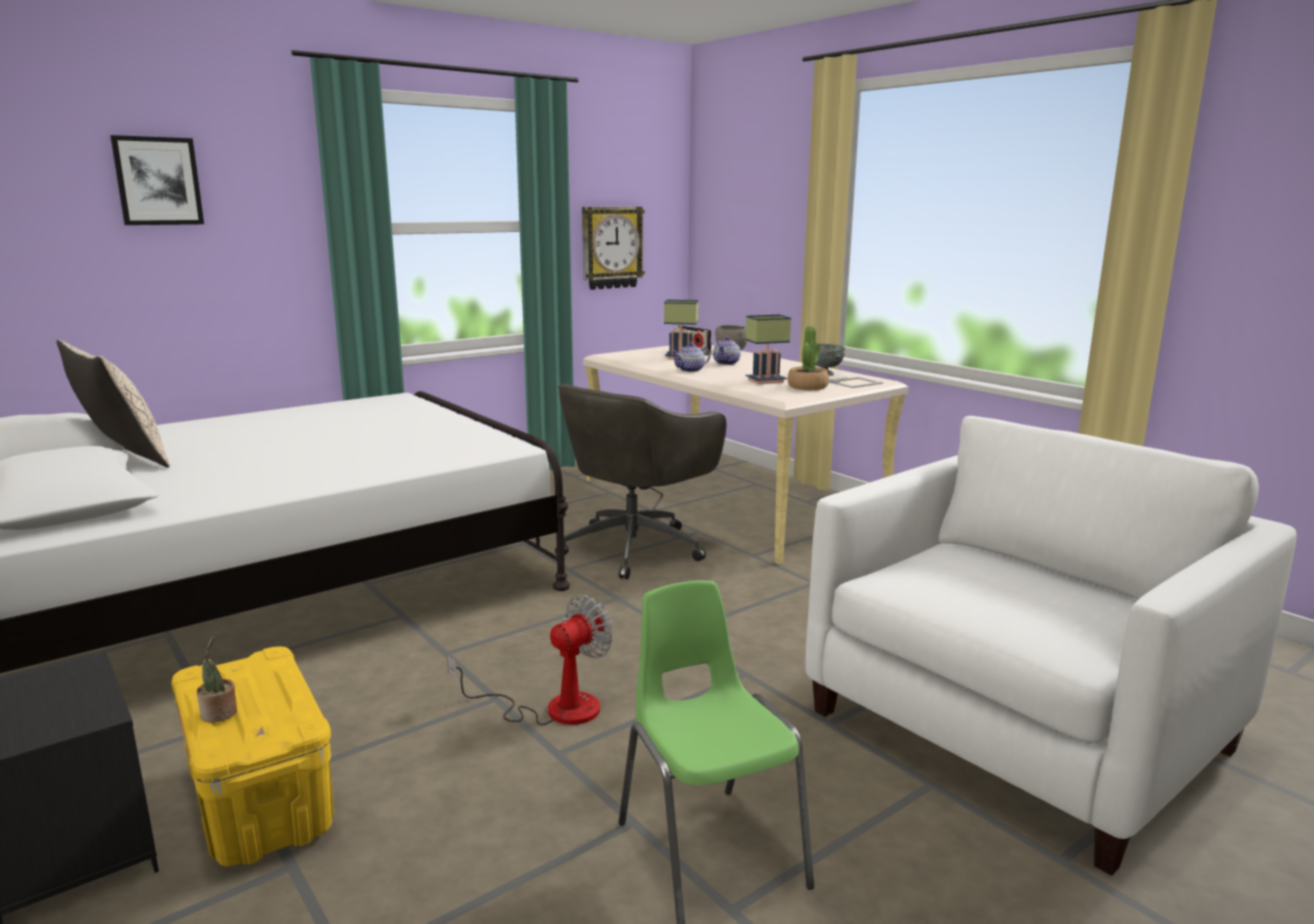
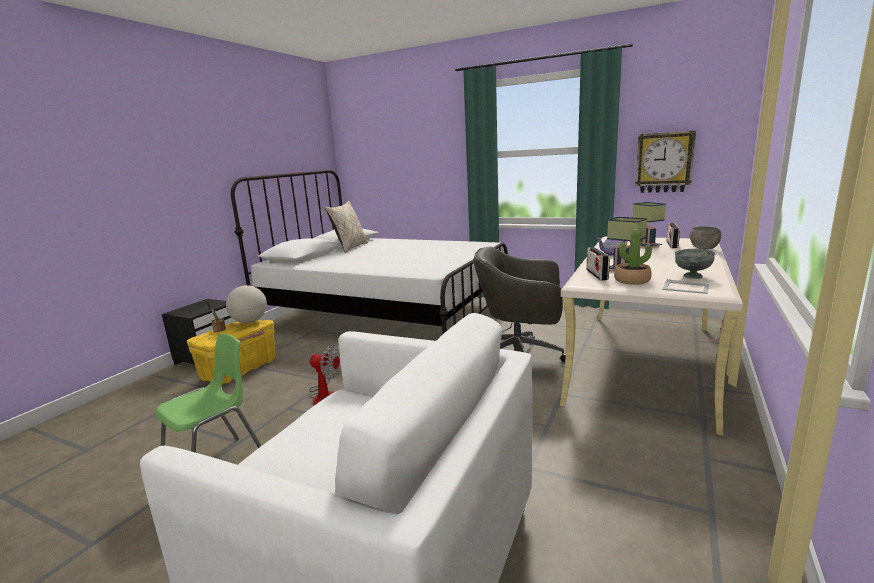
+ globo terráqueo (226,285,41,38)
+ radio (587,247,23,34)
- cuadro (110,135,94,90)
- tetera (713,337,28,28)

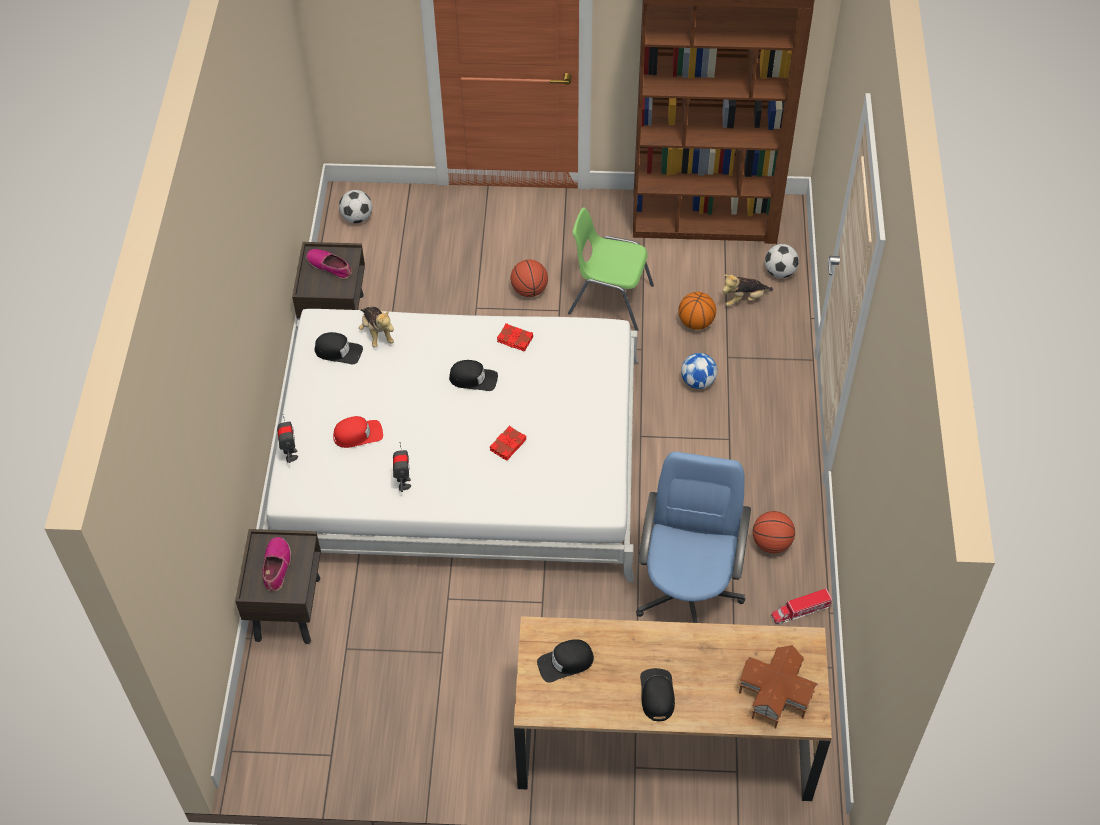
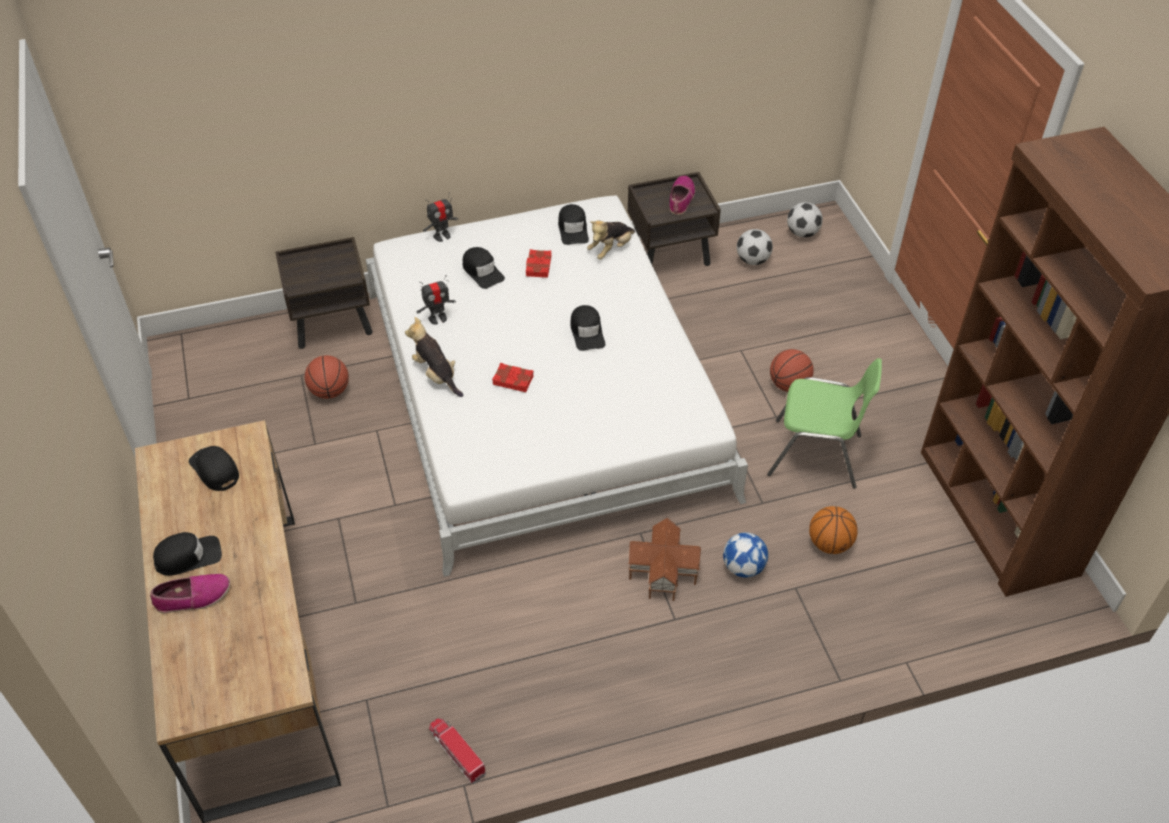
~ zapato (262,537,29,55) to (150,574,80,40)
~ balón de baloncesto (753,511,42,42) to (305,355,44,44)
~ peluche (722,274,51,32) to (405,317,58,80)
~ gorra (rojo) (333,416,50,32) to gorra (negro) (463,247,42,42)
~ libro (rojo) (497,323,36,29) to (526,249,26,29)
~ casita (739,645,79,84) to (628,518,73,83)
~ balón de fútbol (765,244,34,34) to (737,229,36,36)
~ silla (verde) (568,208,86,123) = (767,358,115,131) 105 degrees clockwise
- silla de oficina (azul) (636,451,115,172)

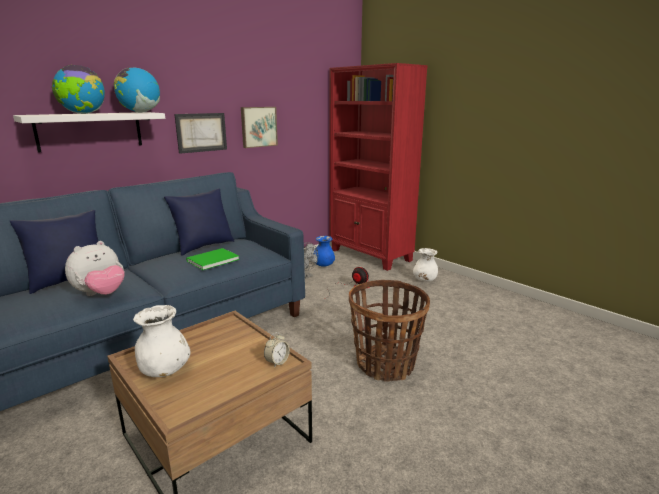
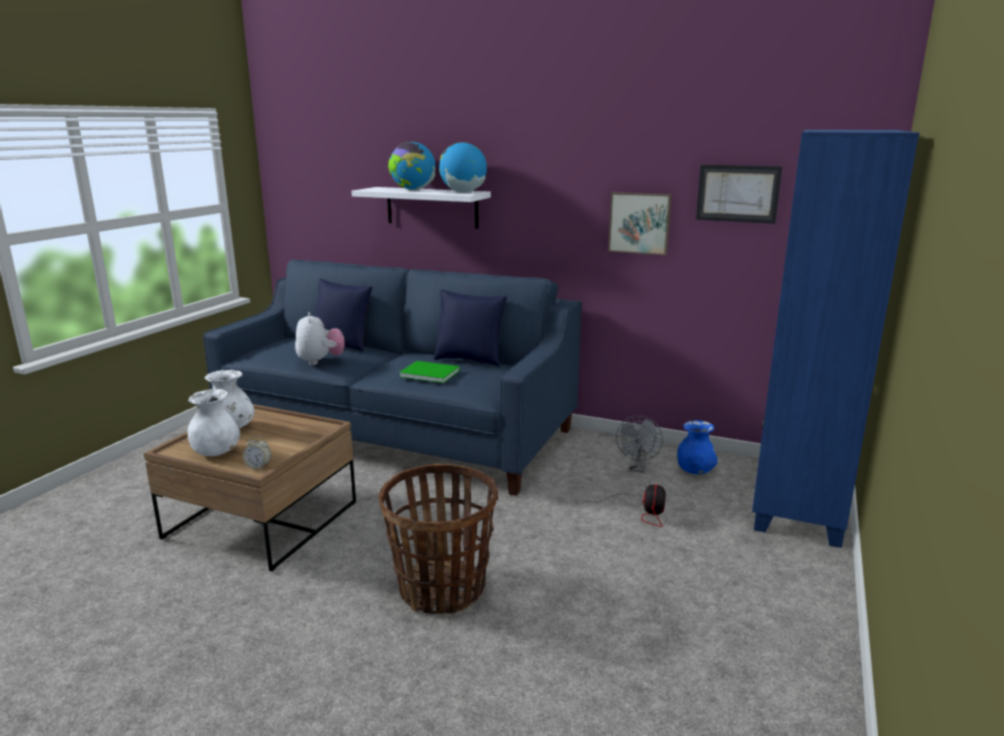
~ florero (blanco) (413,248,25,34) to (188,389,52,67)
~ peluche (65,241,60,55) = (295,312,50,53) 120 degrees counterclockwise
~ cuadro (174,113,53,41) to (696,165,86,59)
~ estantería (rojo) (330,63,98,208) to estantería (azul) (752,130,168,418)

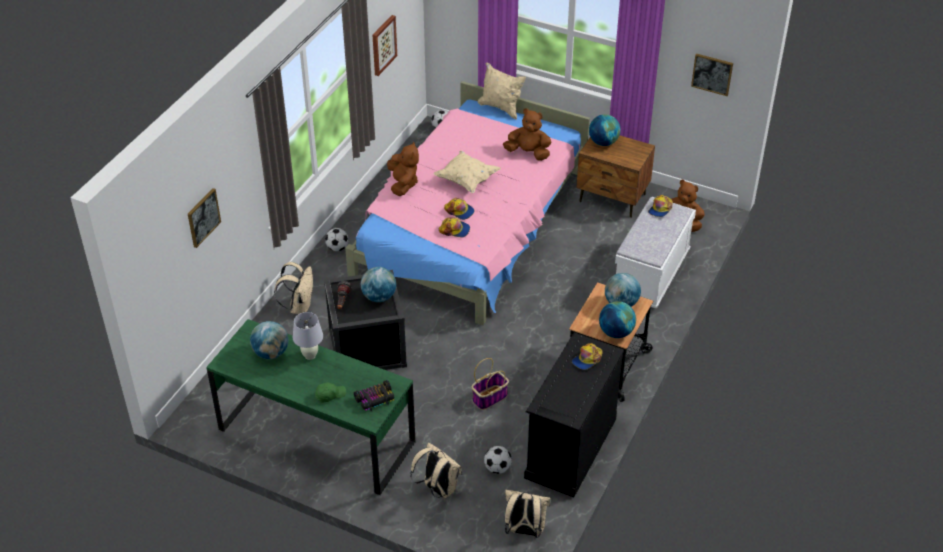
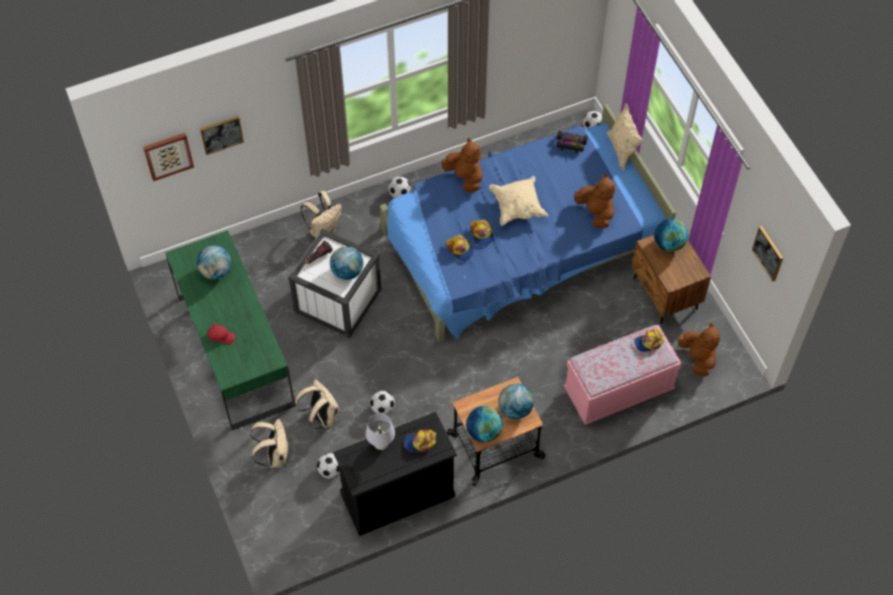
~ cuadro (373,15,24,61) to (143,133,51,48)
~ gorra (verde) (315,383,31,20) to gorra (rojo) (208,324,28,21)
~ caja de almacenaje (negro) (324,270,83,100) to caja de almacenaje (blanco) (288,229,94,109)
~ mochila (beis) (504,490,47,48) to (295,379,45,50)
~ lámpara de mesa (blanco) (293,312,30,48) to (365,413,30,37)
~ cesta (472,358,37,52) to balón de fútbol (370,391,25,24)
~ cama (rosa) (345,81,245,245) to cama (azul) (380,104,296,238)
~ peluche (marrón) (387,142,32,54) = (442,138,41,54) 75 degrees counterclockwise
~ coche de juguete (354,380,40,31) to (556,130,32,24)
~ banco (blanco) (615,197,81,111) to banco (rosa) (564,325,118,100)

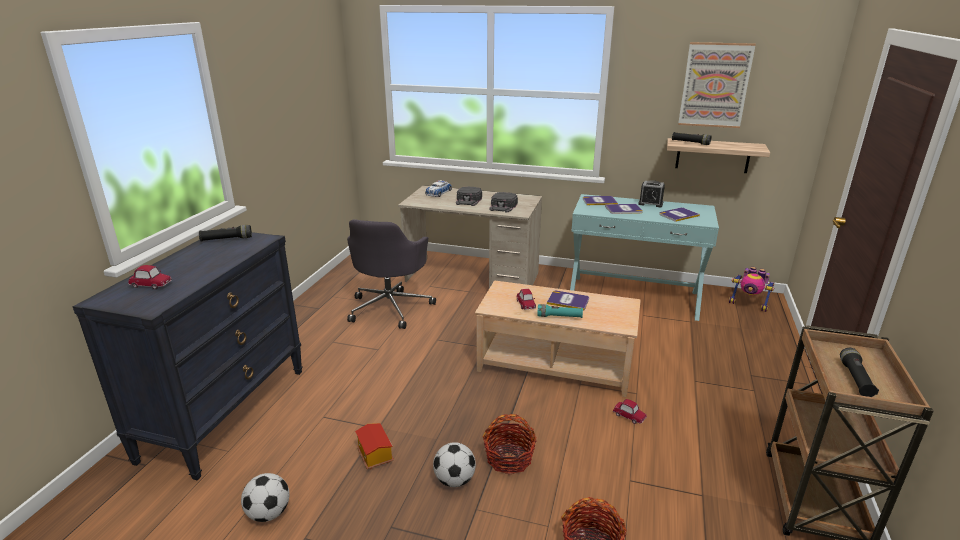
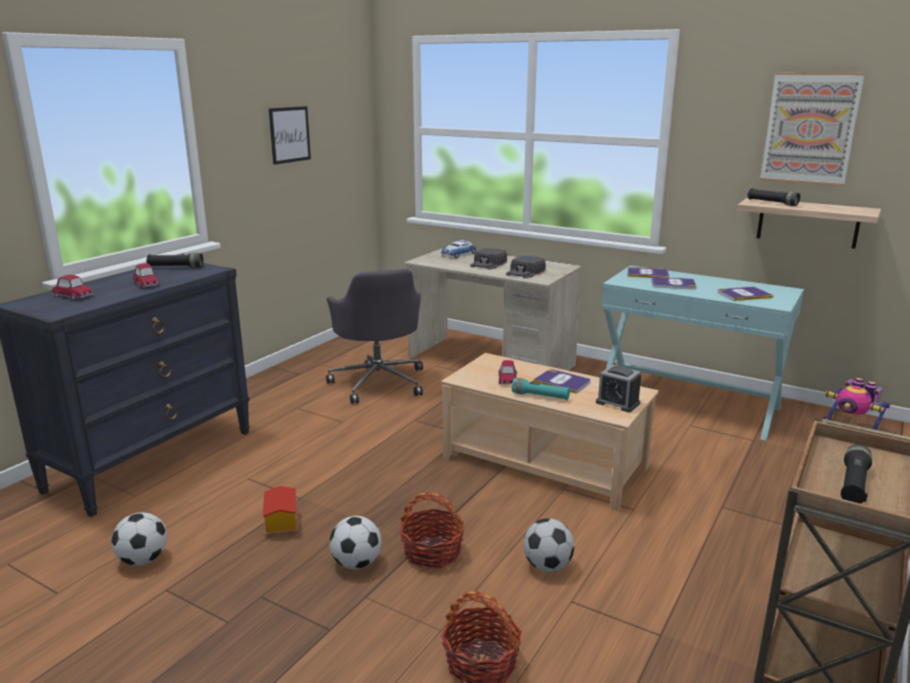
~ coche de juguete (613,399,34,25) to (133,264,27,24)
+ cuadro (269,106,42,59)
~ silla de oficina (gris) (347,219,89,110) = (326,269,97,135) 45 degrees counterclockwise
+ balón de fútbol (524,518,50,54)
~ despertador (638,180,27,27) to (596,365,45,47)

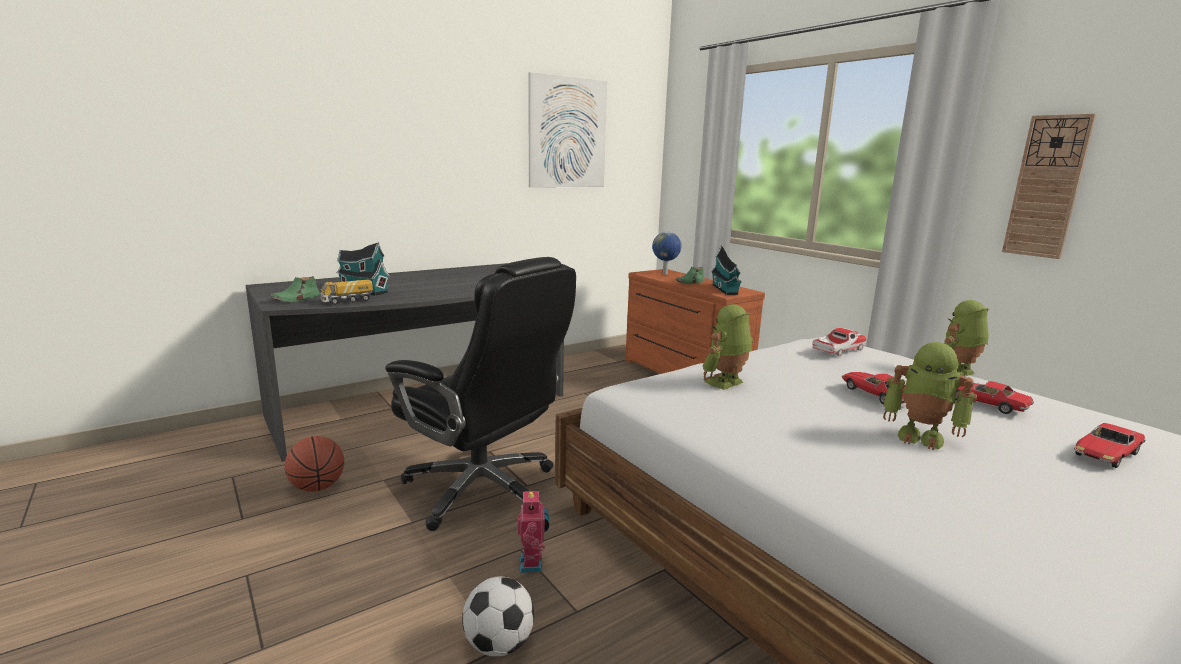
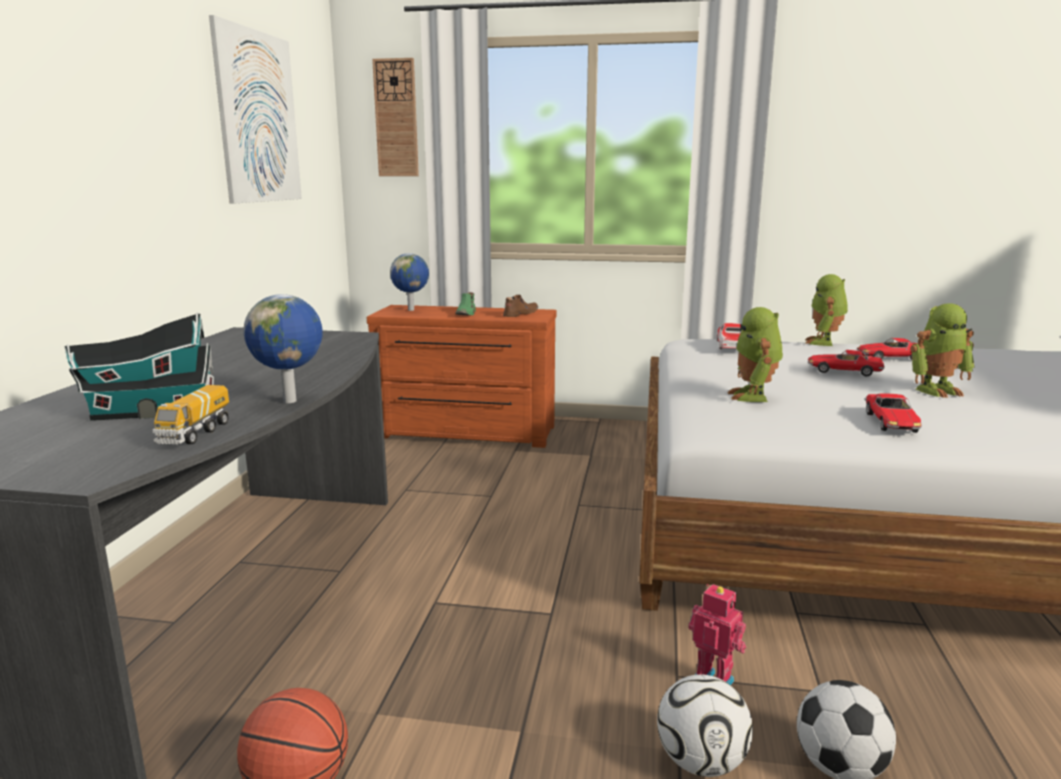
+ globo terráqueo (243,294,80,109)
~ reloj de pared (1002,114,94,145) to (372,58,47,118)
~ casita (711,245,31,50) to zapato (marrón) (503,295,35,22)
+ balón de fútbol (657,674,96,103)
~ coche de juguete (1074,423,72,45) to (865,393,57,40)
- zapato (verde) (269,276,51,26)
- silla de oficina (negro) (385,257,191,274)

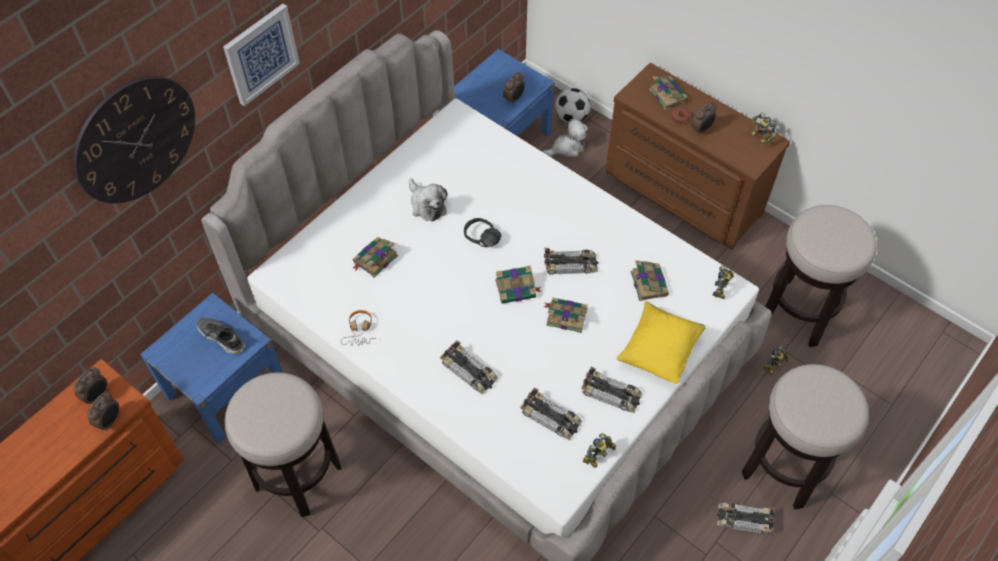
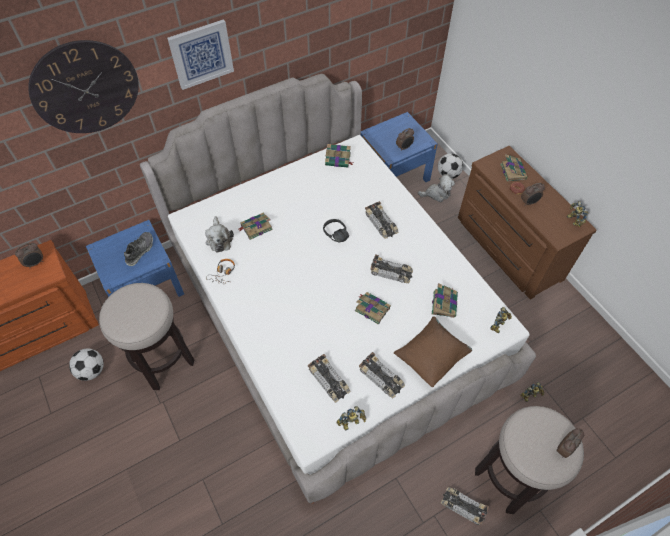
+ balón de fútbol (69,349,35,32)
~ zapato (196,317,49,37) = (124,232,29,34) 60 degrees clockwise
~ peluche (409,179,39,43) to (205,216,29,37)
~ libro (495,265,46,39) to (325,144,28,23)
~ coche de juguete (440,340,59,55) to (365,201,34,38)
~ cojín (amarillo) (616,301,90,83) to cojín (marrón) (394,316,78,71)
~ despertador (87,392,32,39) to (556,428,28,30)
- taburete (765,205,112,142)

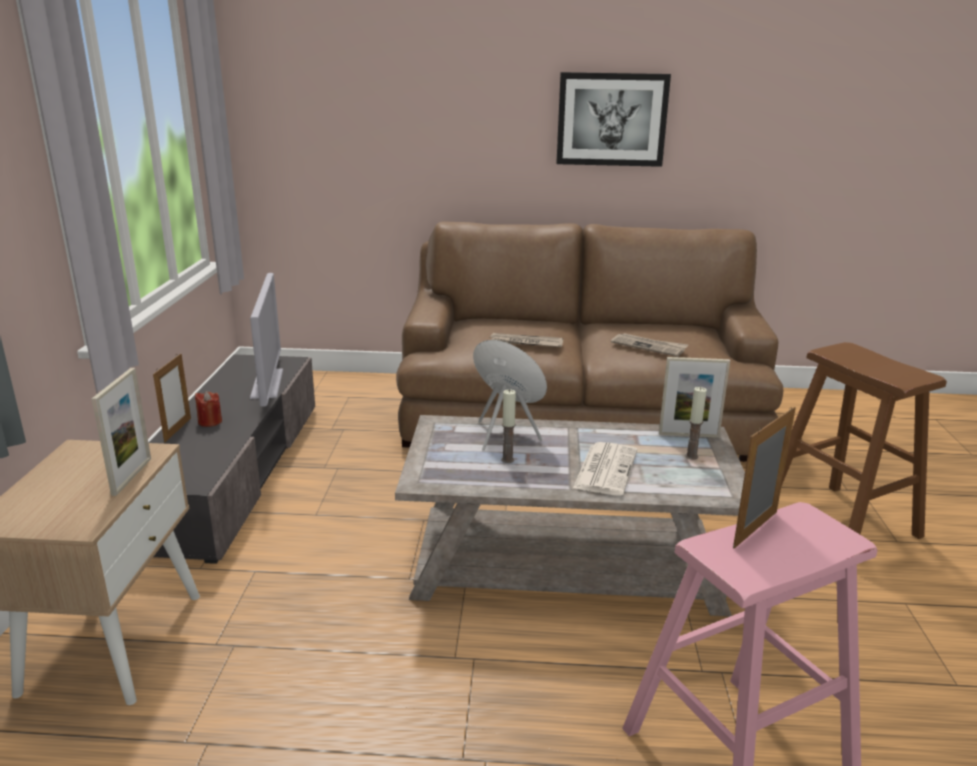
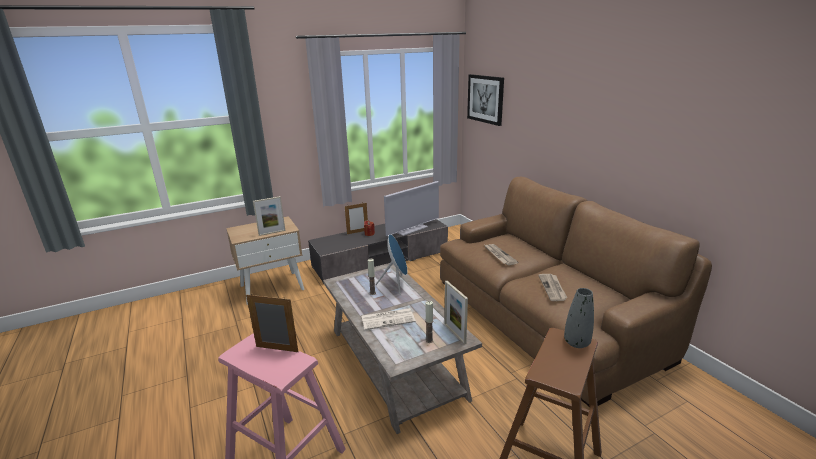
~ cuadro (556,72,115,95) to (467,74,37,52)
+ florero (gris) (564,288,30,60)

